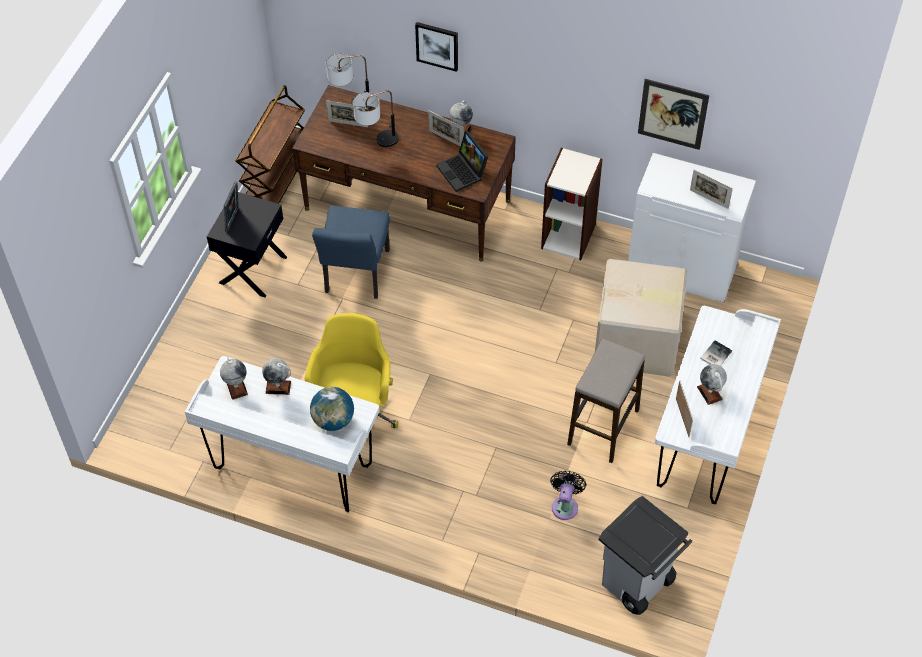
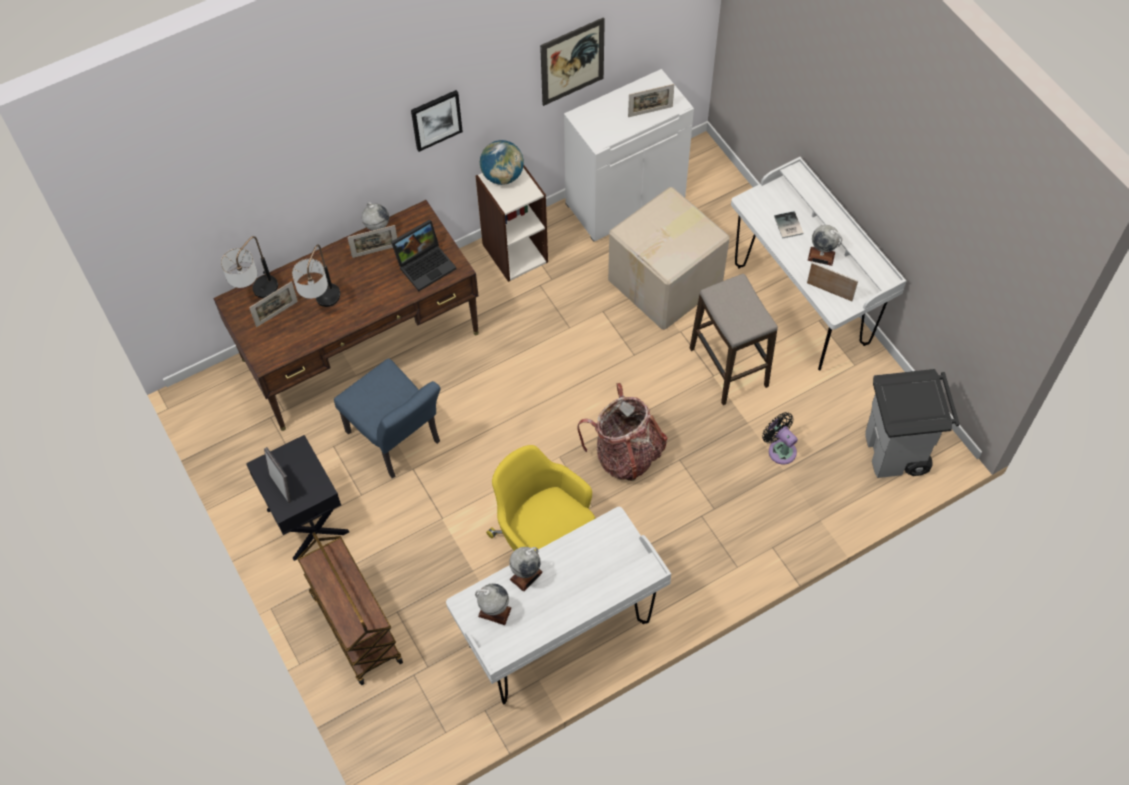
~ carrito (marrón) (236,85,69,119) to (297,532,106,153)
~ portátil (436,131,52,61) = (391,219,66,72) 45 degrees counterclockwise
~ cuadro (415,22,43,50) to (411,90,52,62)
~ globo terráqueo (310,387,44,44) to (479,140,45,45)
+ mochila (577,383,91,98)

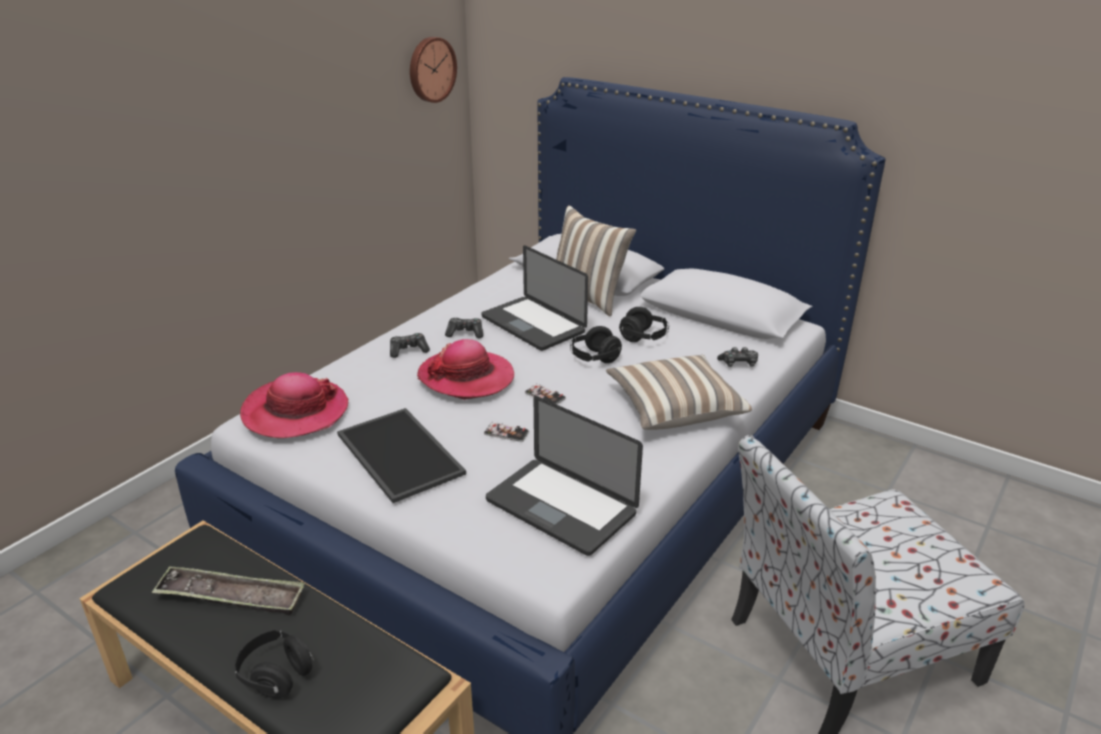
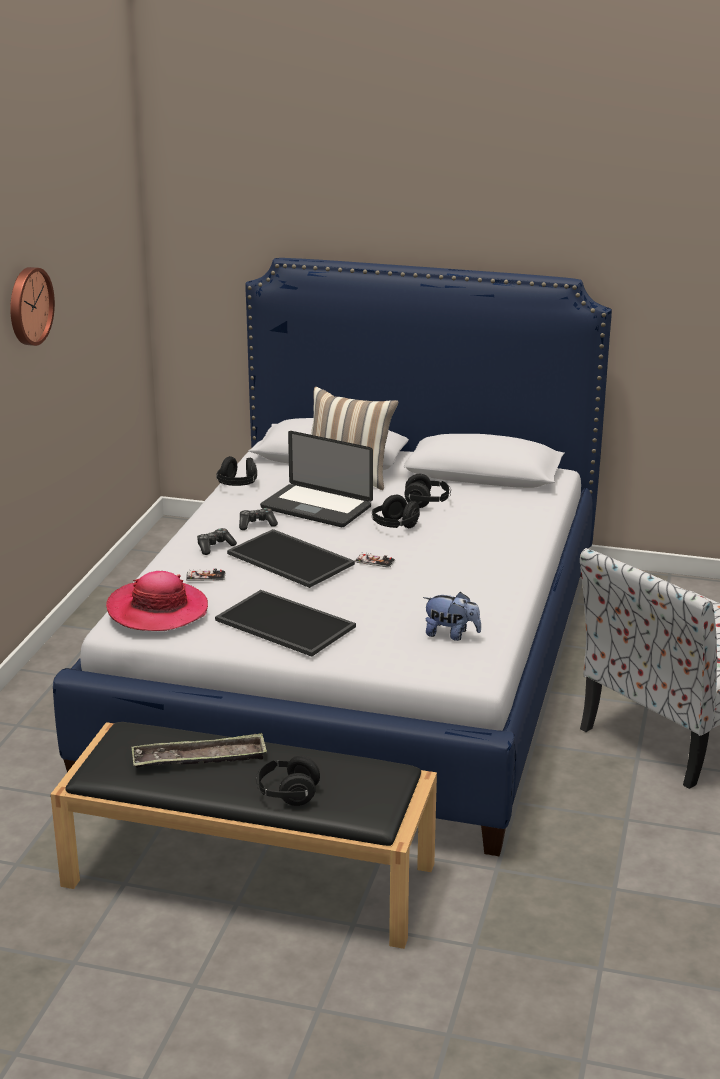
~ reloj de pared (410,37,47,66) to (10,267,45,79)
~ móvil (484,422,45,20) to (186,569,39,12)
+ auriculares (negro) (216,456,41,30)
~ sombrero (417,339,97,61) to bandeja (227,529,128,59)
~ portátil (486,396,157,160) to peluche (423,592,58,49)
- cojín (606,355,146,75)
- mando de consola (717,347,41,20)

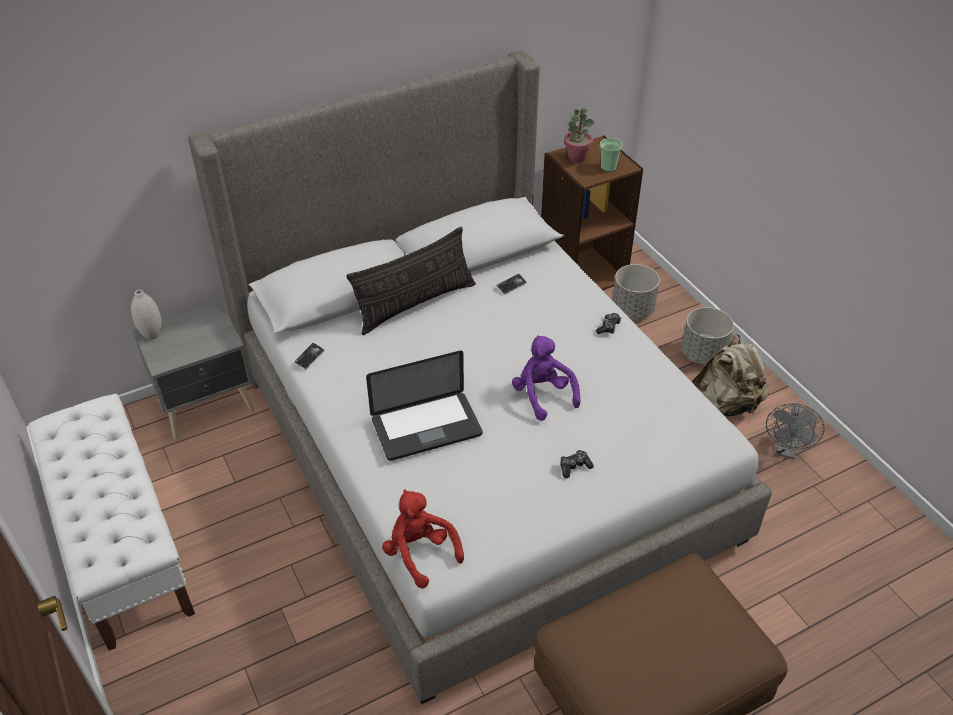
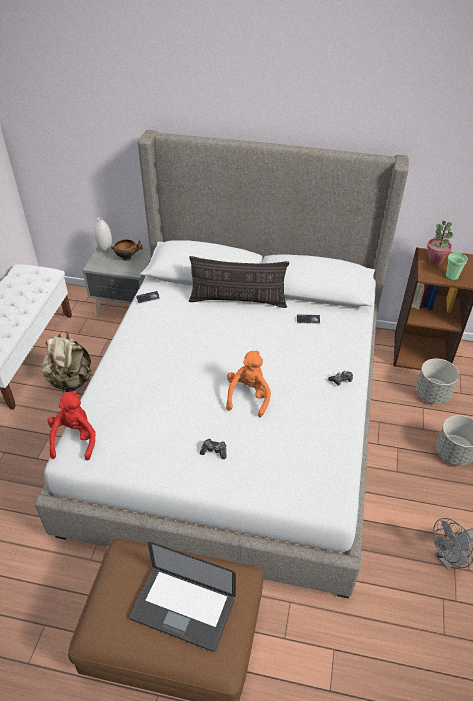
~ mochila (beis) (692,334,77,82) to (41,331,50,61)
+ cuenco (111,239,32,22)
~ portátil (366,351,117,110) to (130,541,106,111)
~ peluche (morado) (512,335,69,86) to peluche (naranja) (226,351,45,66)

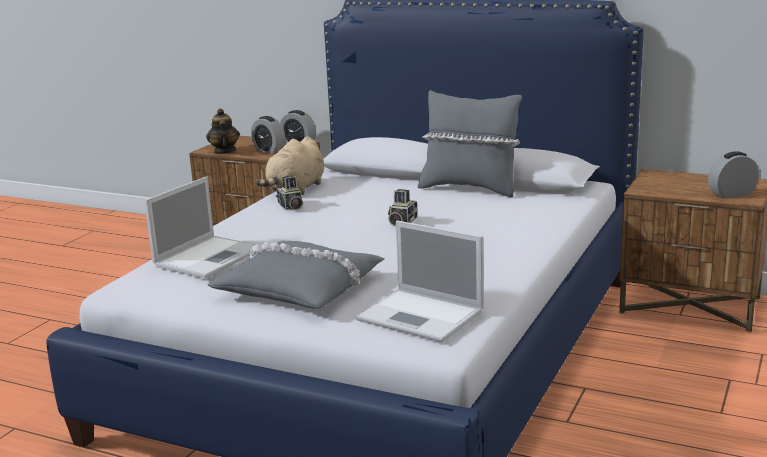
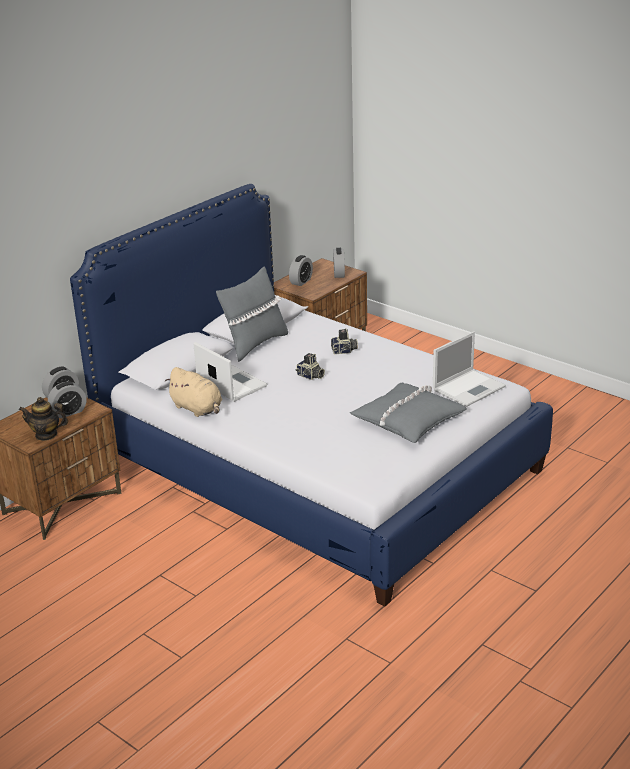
~ portátil (145,176,117,103) to (194,342,73,60)
+ despertador (289,255,24,31)
~ cámara (276,175,27,35) to (331,329,27,25)

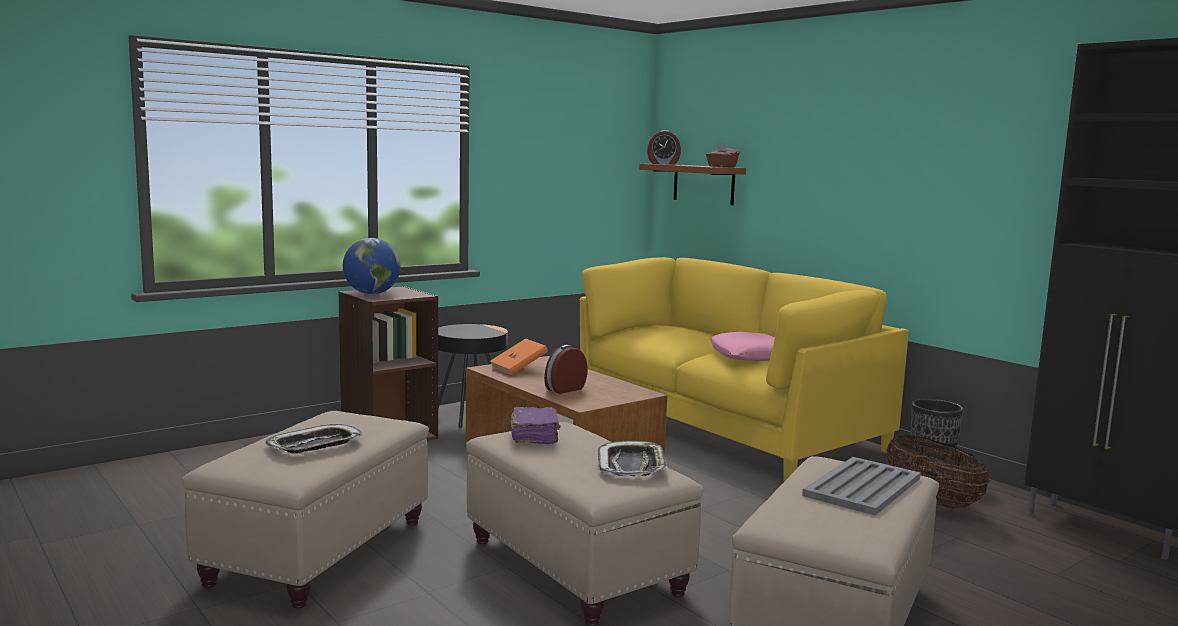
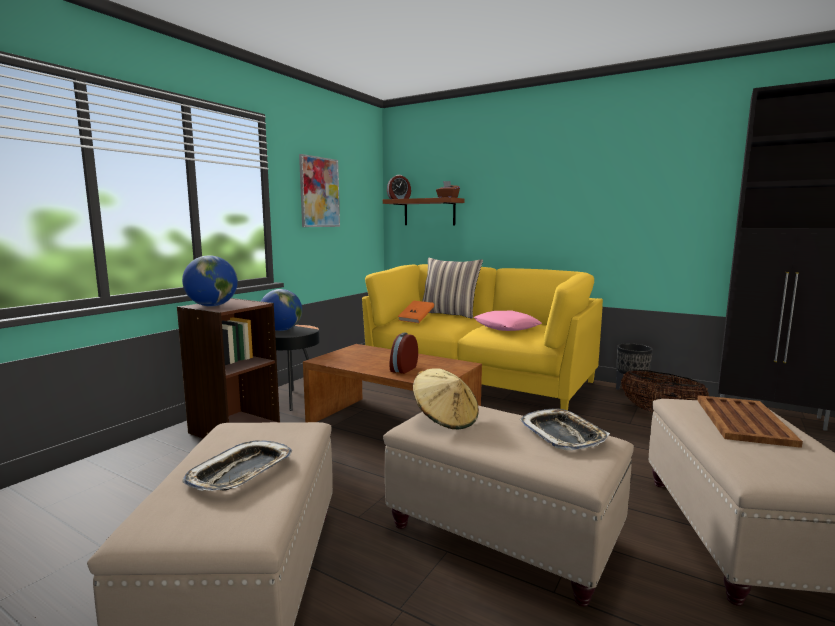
+ globo terráqueo (261,289,41,42)
+ cuadro (299,154,41,73)
~ libro (naranja) (490,339,58,36) to (398,300,36,23)
~ libro (morado) (511,407,49,37) to sombrero (beis) (413,368,66,61)
+ cojín (422,258,61,61)
~ bandeja (gris) (802,457,119,59) to bandeja (marrón) (697,395,106,53)

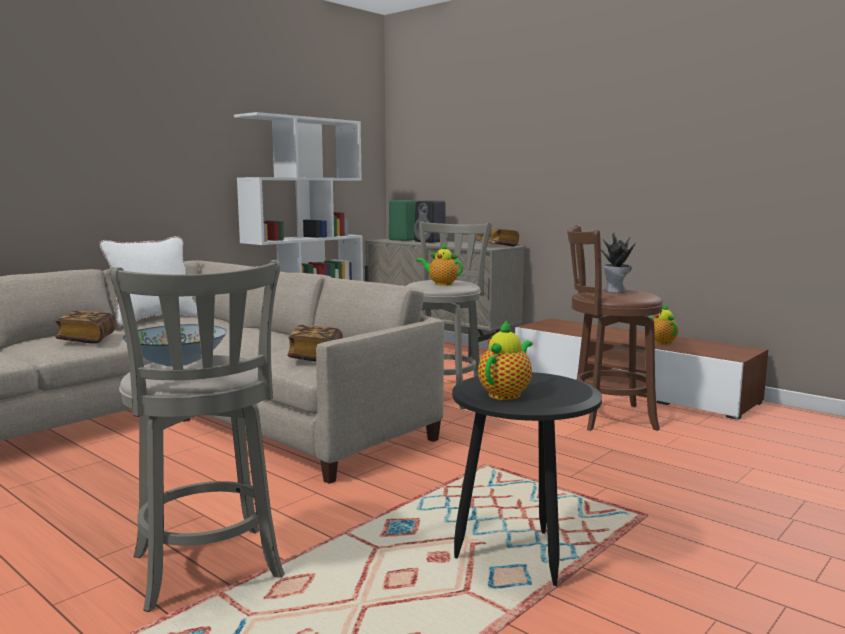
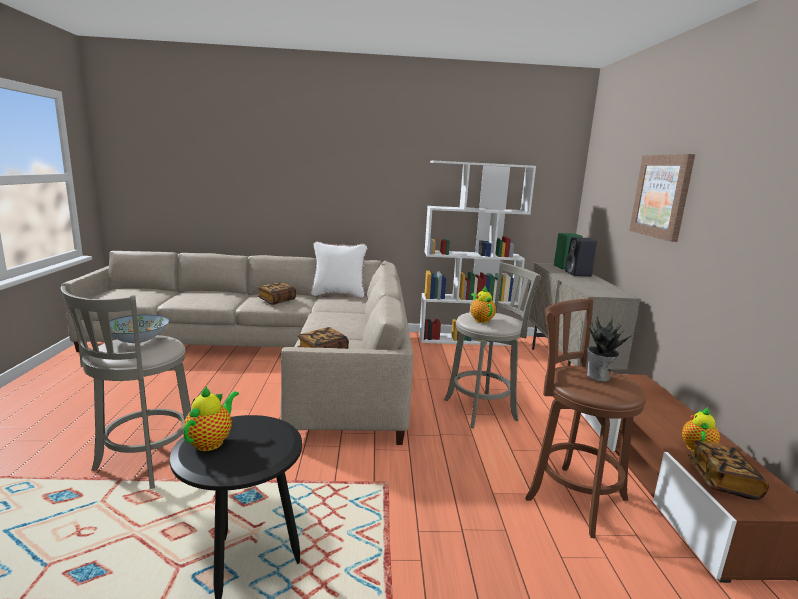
~ tetera (478,321,55,79) = (183,386,56,65) 60 degrees counterclockwise
+ cuadro (629,154,66,88)
~ libro (476,228,43,19) to (688,441,81,59)

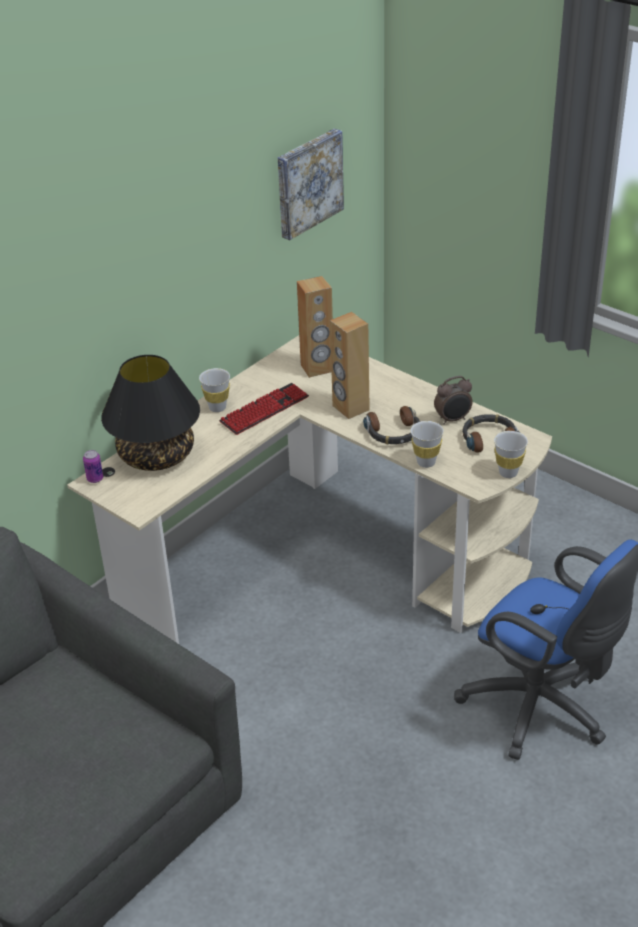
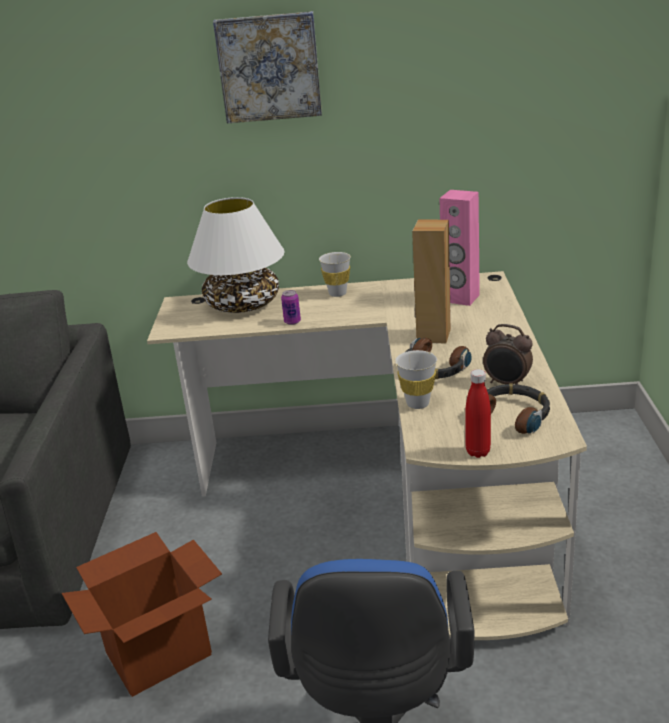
+ caja de cartón (62,532,160,165)
~ lámpara de mesa (negro) (101,355,99,116) to lámpara de mesa (blanco) (187,197,98,116)
~ cuadro (278,129,66,111) to (213,11,109,112)
~ lata (83,450,20,33) to (281,290,20,35)
~ altavoz (marrón) (297,276,36,102) to altavoz (rosa) (440,190,40,116)
~ taza (blanco) (494,431,34,47) to botella (rojo) (465,369,26,89)
- teclado (219,383,90,52)

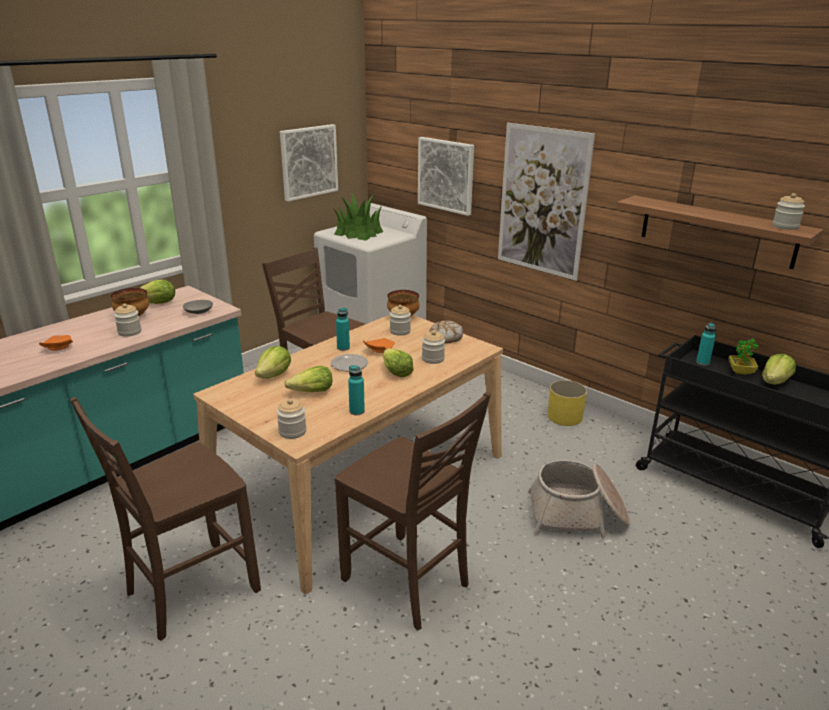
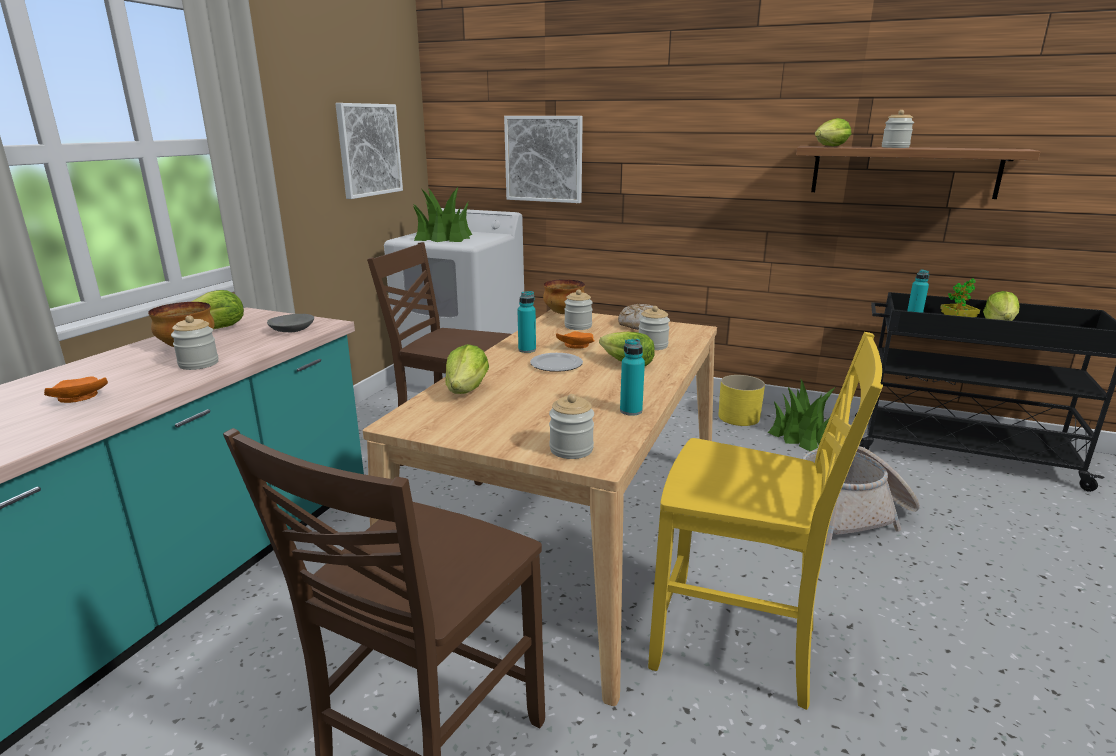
~ silla (marrón) (334,392,157,239) to silla (amarillo) (648,332,235,378)
+ planta en maceta (768,379,67,72)
~ lechuga (284,366,48,26) to (815,118,36,28)
~ tarro (773,193,32,37) to (882,110,32,38)
- cuadro (498,123,97,158)

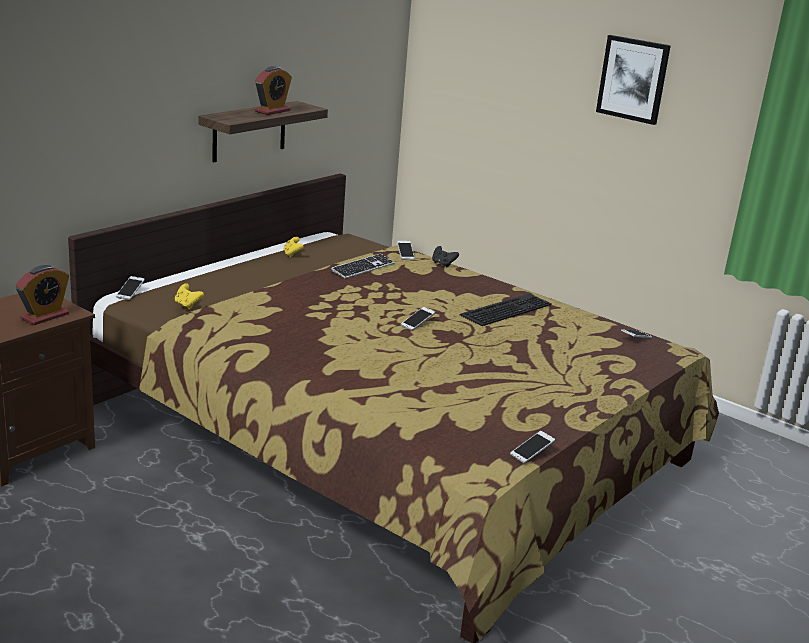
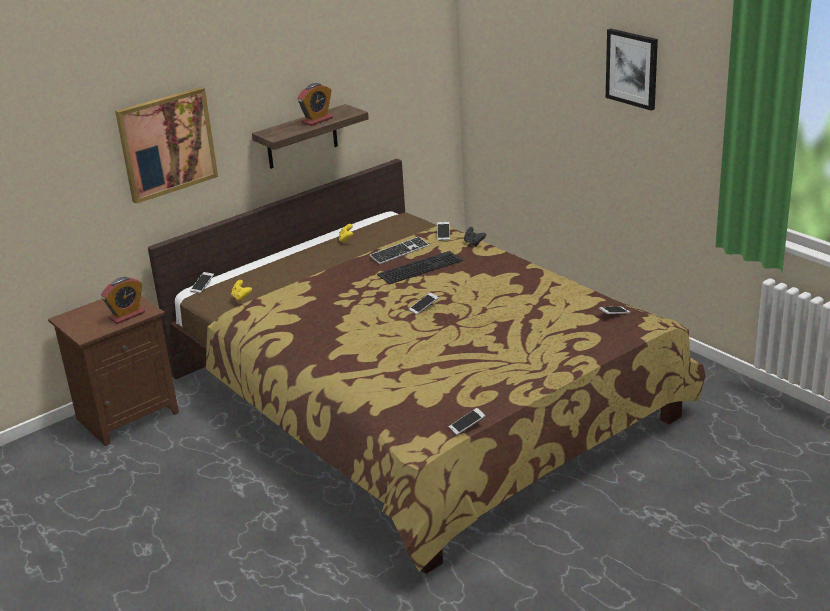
+ cuadro (115,87,103,117)
~ teclado (460,294,92,32) to (377,251,86,33)

